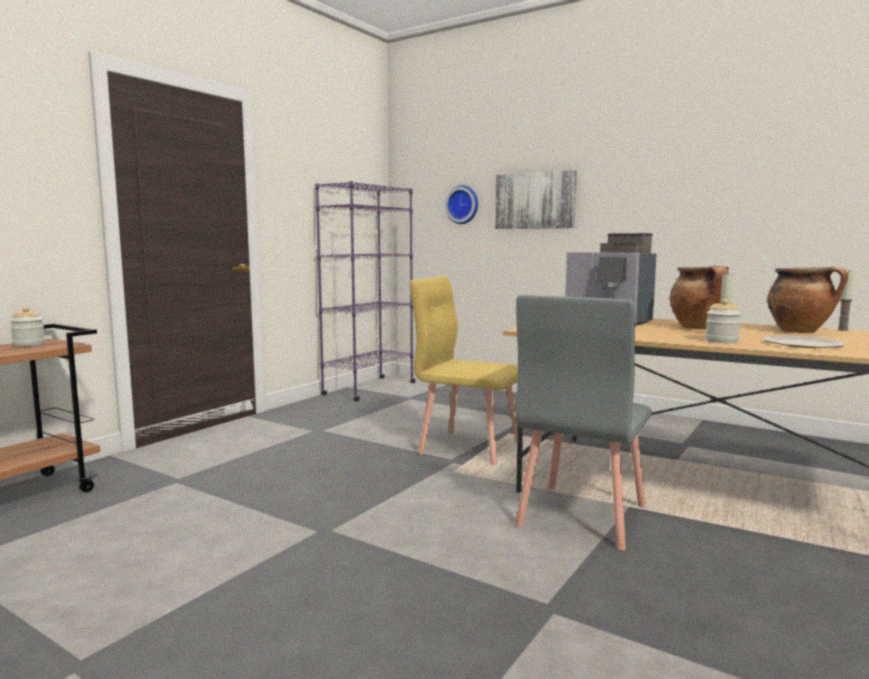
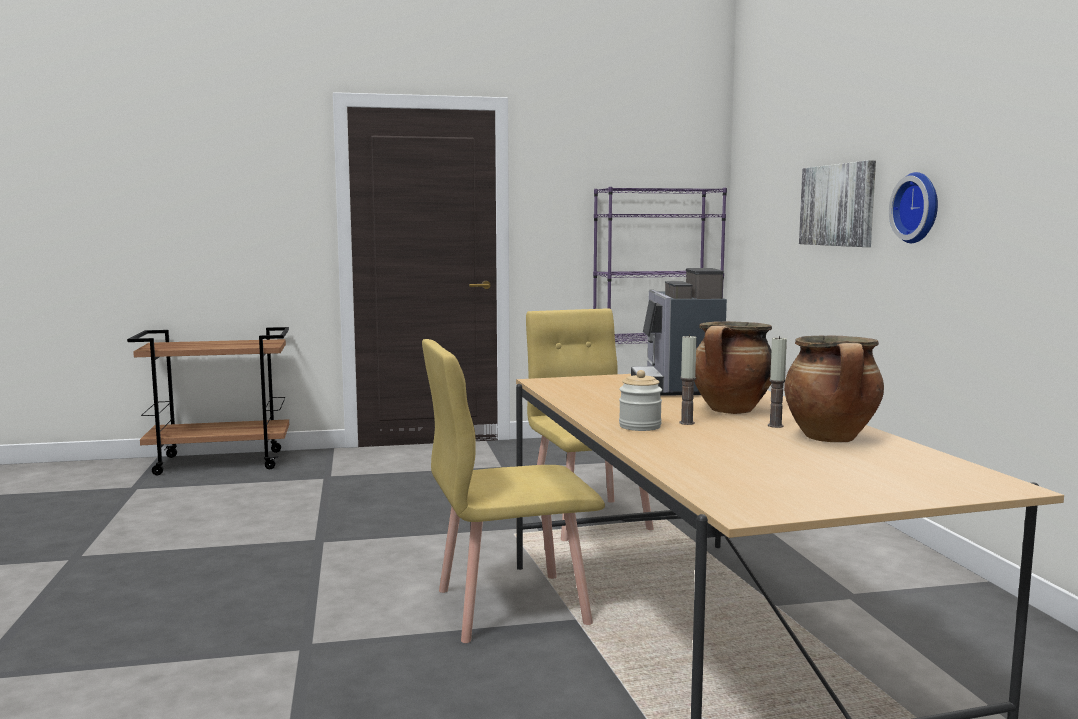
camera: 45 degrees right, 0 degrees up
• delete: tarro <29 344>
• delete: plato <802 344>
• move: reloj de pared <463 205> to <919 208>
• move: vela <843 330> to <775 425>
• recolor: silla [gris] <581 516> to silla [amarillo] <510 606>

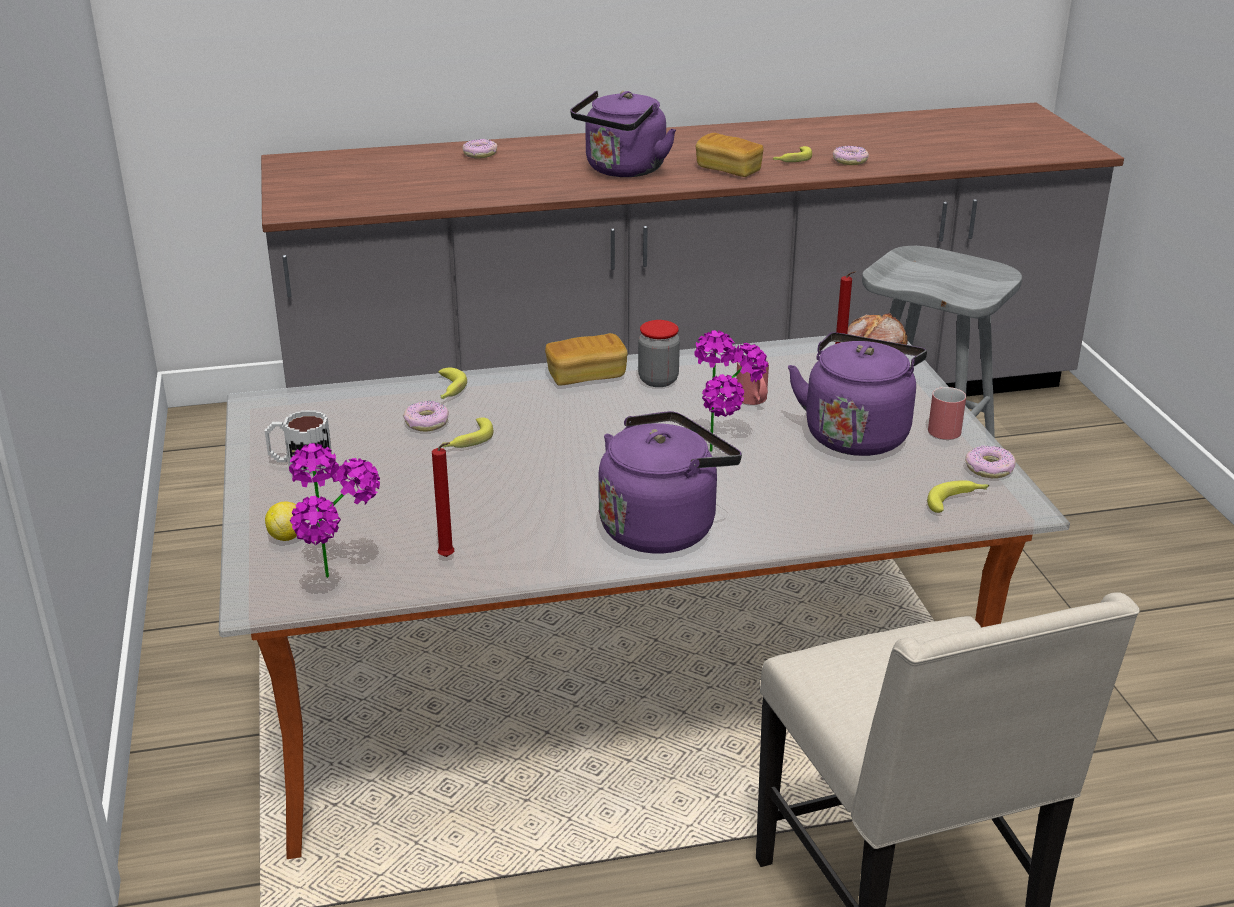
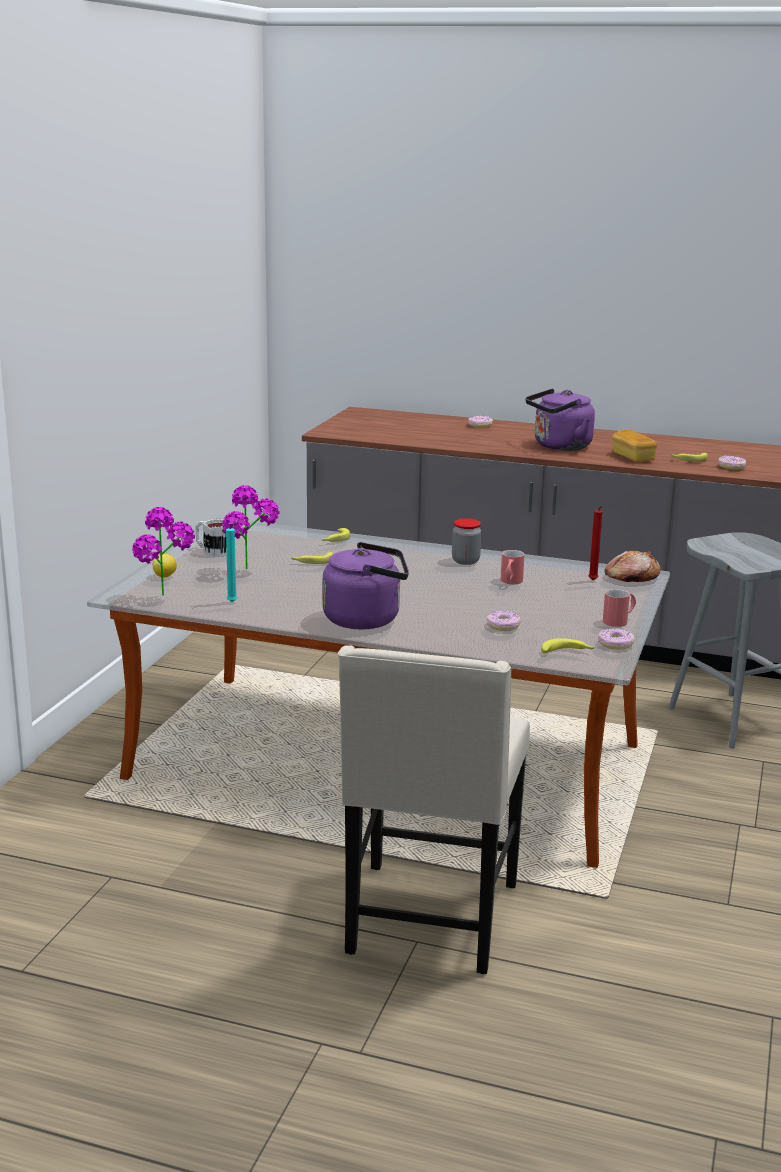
camera: 30 degrees right, 10 degrees down
• delete: pan <586 376>
• delete: hervidor [morado] <857 433>
• move: rosquilla <426 423> to <503 626>
• move: planta en maceta <726 454> to <251 572>
• recolor: vela [rojo] <448 557> to vela [turquesa] <232 603>

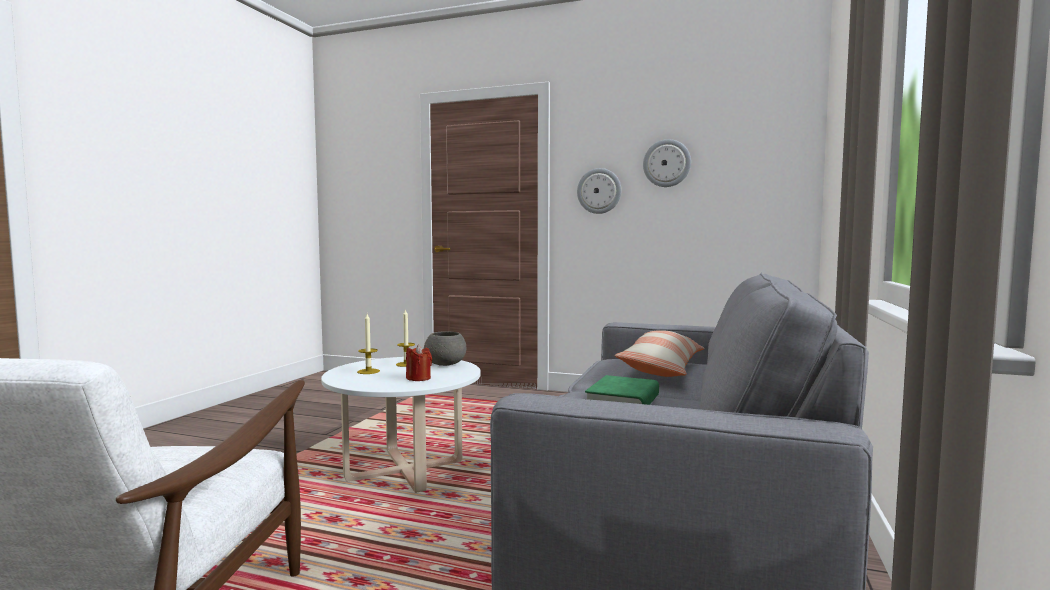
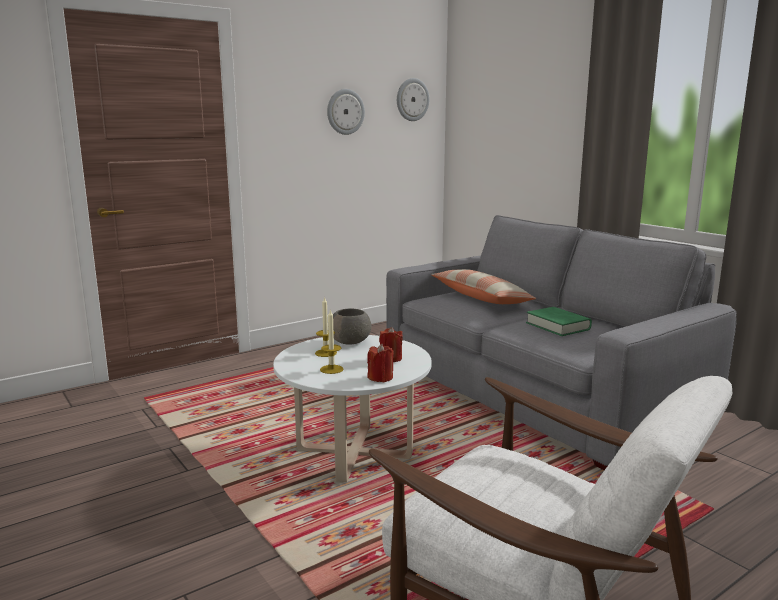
camera: 55 degrees left, 10 degrees up
• insert: vela [rojo] <380 378>
• move: reloj de pared <599 191> to <412 99>

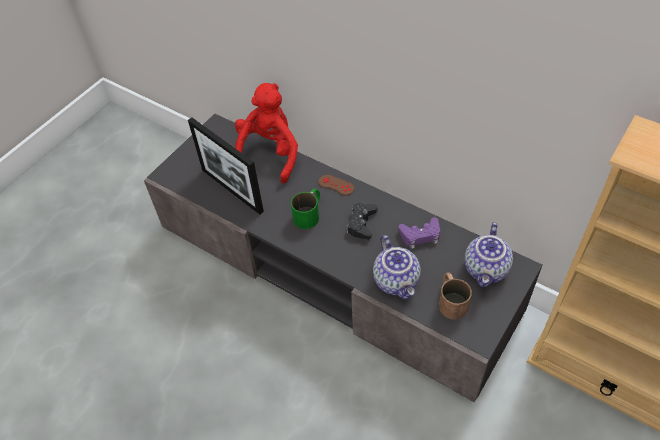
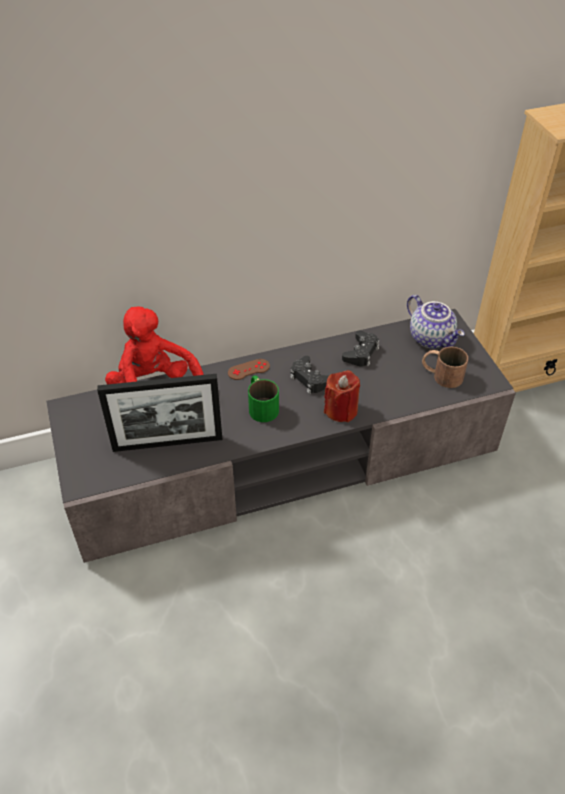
camera: 55 degrees left, 5 degrees down
• delete: tetera <397 281>
• insert: vela [rojo] <341 410>
• recolor: mando de consola [morado] <420 235> to mando de consola [negro] <361 353>

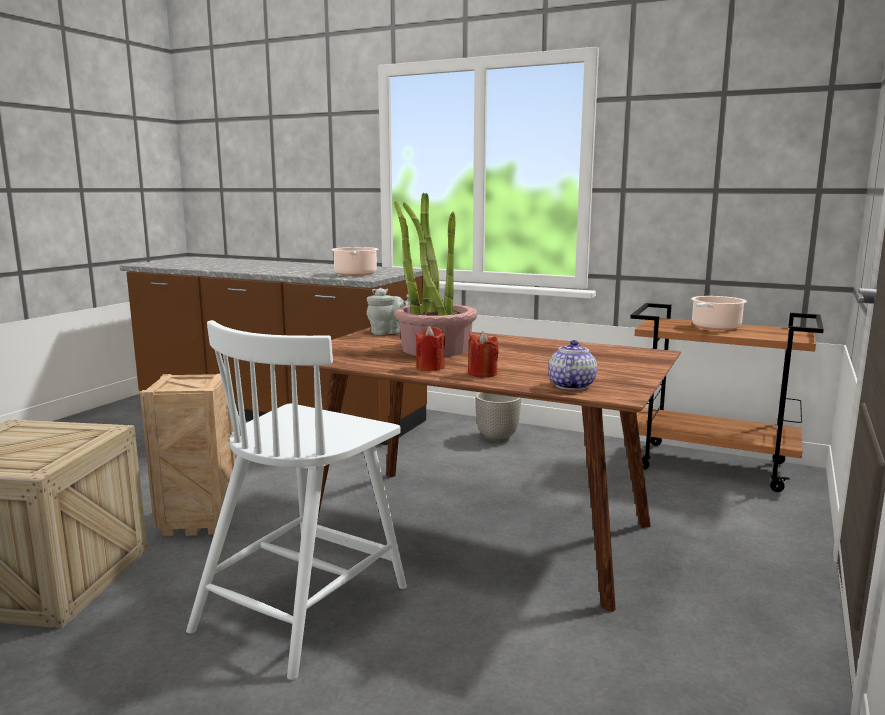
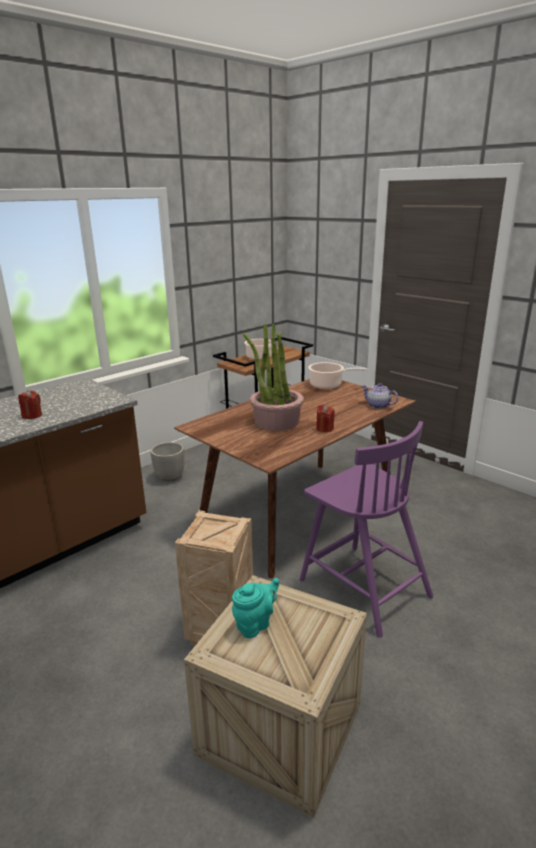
camera: 70 degrees left, 10 degrees up
• delete: tetera [gris] <387 333>
• insert: tetera [turquesa] <255 624>
• move: olla <355 274> to <328 385>
• move: vela [rojo] <482 373> to <32 415>
• recolor: silla [blanco] <304 605> to silla [morado] <362 586>

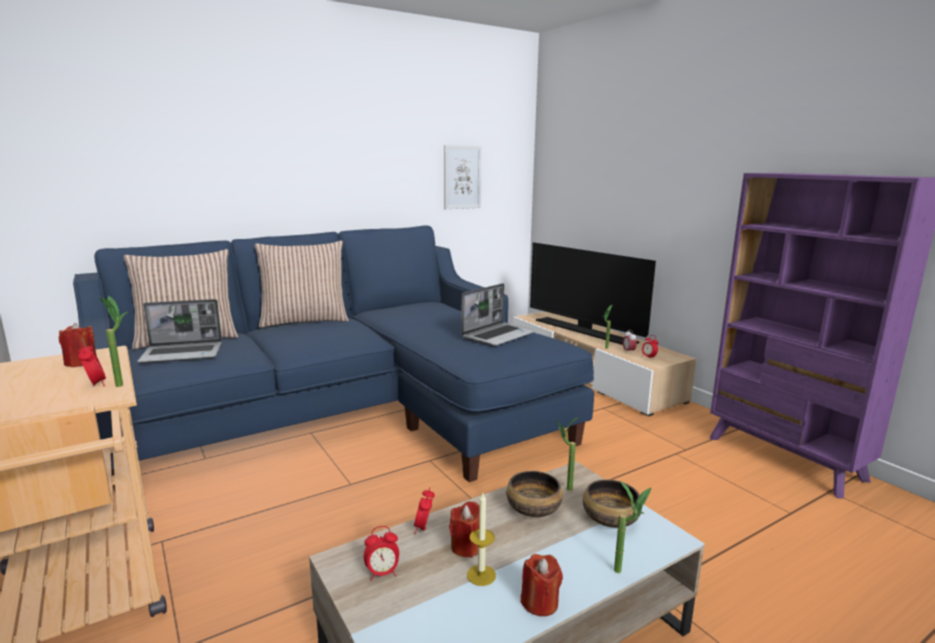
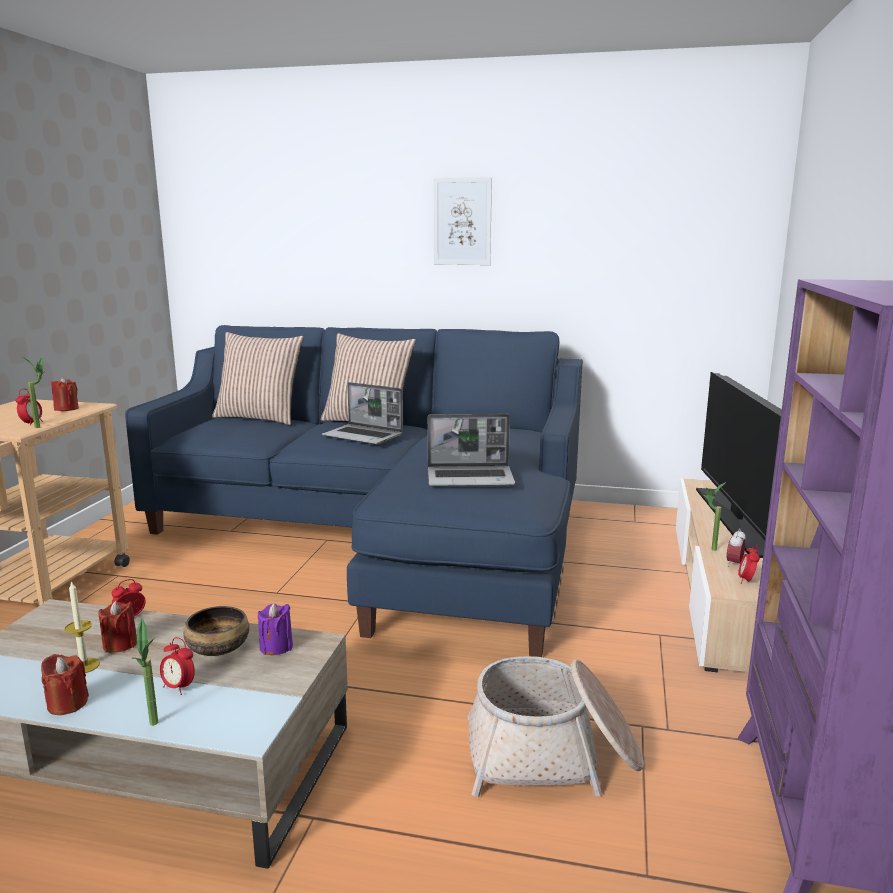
camera: 45 degrees right, 0 degrees up
• delete: cuenco <610 518>
• insert: cesta <552 755>
• move: portátil <183 353> to <364 436>
• move: despertador <382 573> to <179 687>
• move: cuadro <462 177> to <462 221>
• replace: planta en maceta <563 488> to vela [morado] <276 647>

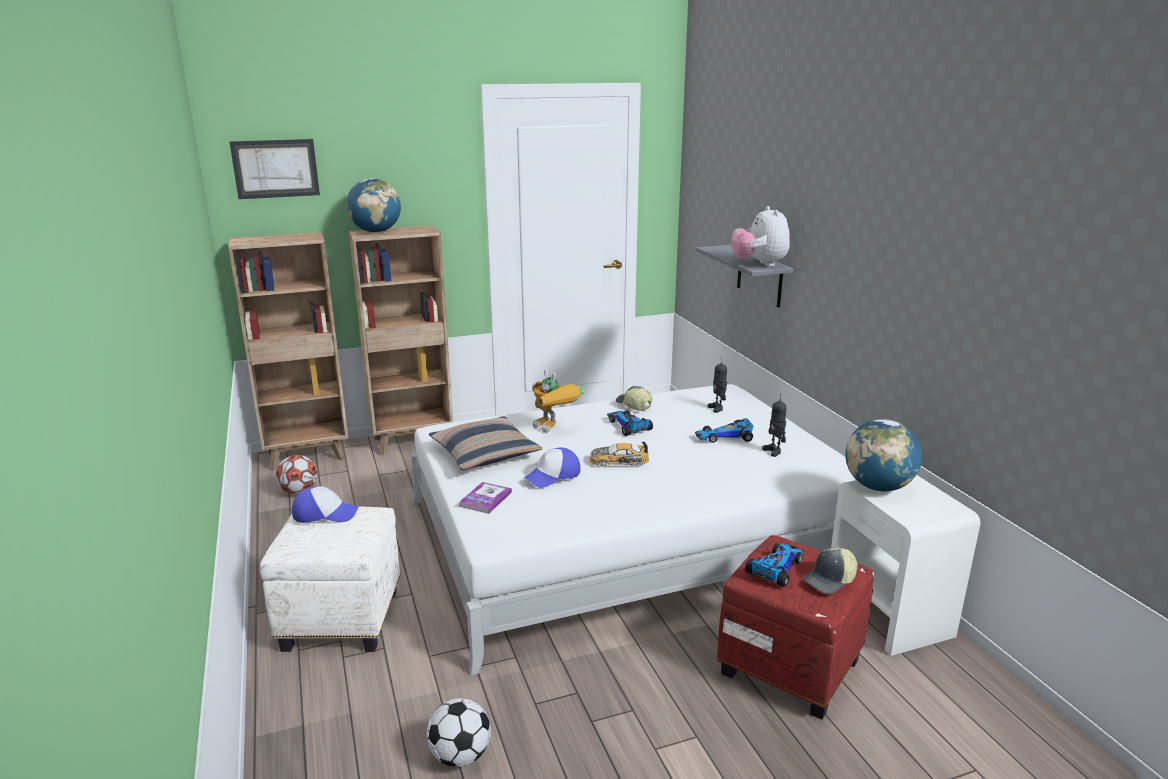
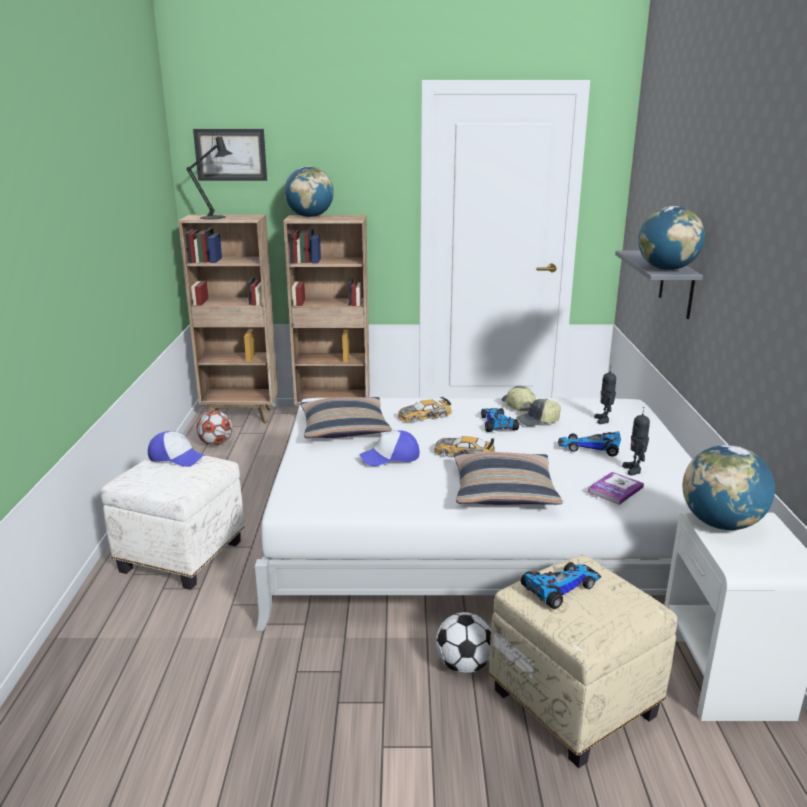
camera: 20 degrees right, 0 degrees up
• insert: lámpara de mesa [negro] <216 217>
• insert: cojín <503 491>
• move: balón de fútbol <460 756> to <463 665>
• move: libro <485 499> to <615 489>
• move: gorra <830 580> to <538 421>
• replace: robot de juguete <555 429> to coche de juguete <424 416>
• replace: peluche <759 264> to globo terráqueo <666 269>
• recolor: puf [rojo] <787 667> to puf [beis] <571 702>

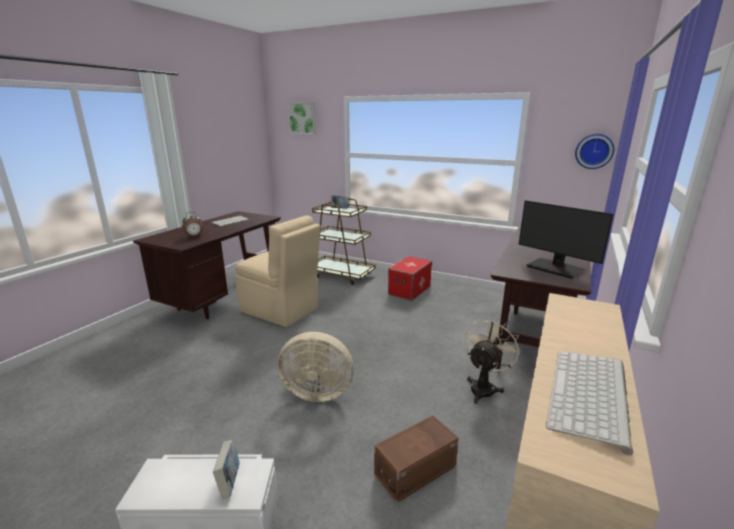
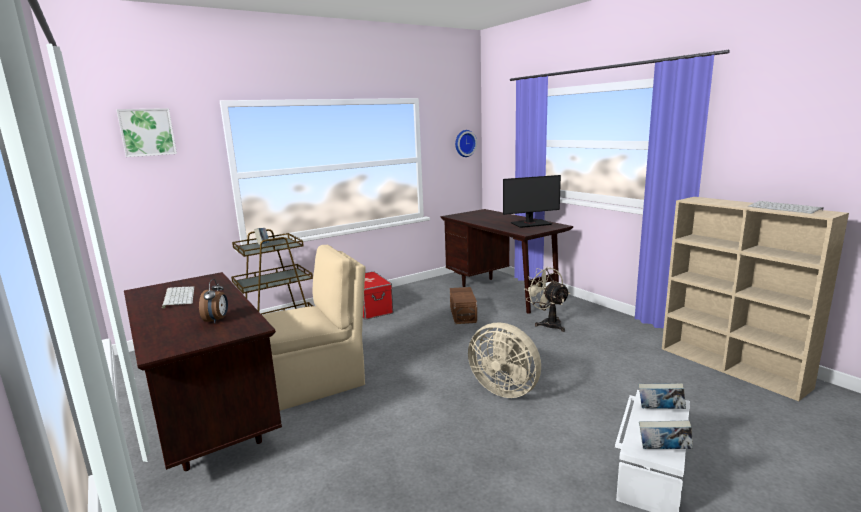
camera: 60 degrees left, 5 degrees down
• insert: libro <663 451>
• move: caja de almacenaje [marrón] <417 470> to <463 314>
• rotate: ventilador [beis] <316 392> = <505 389> 90 degrees clockwise

